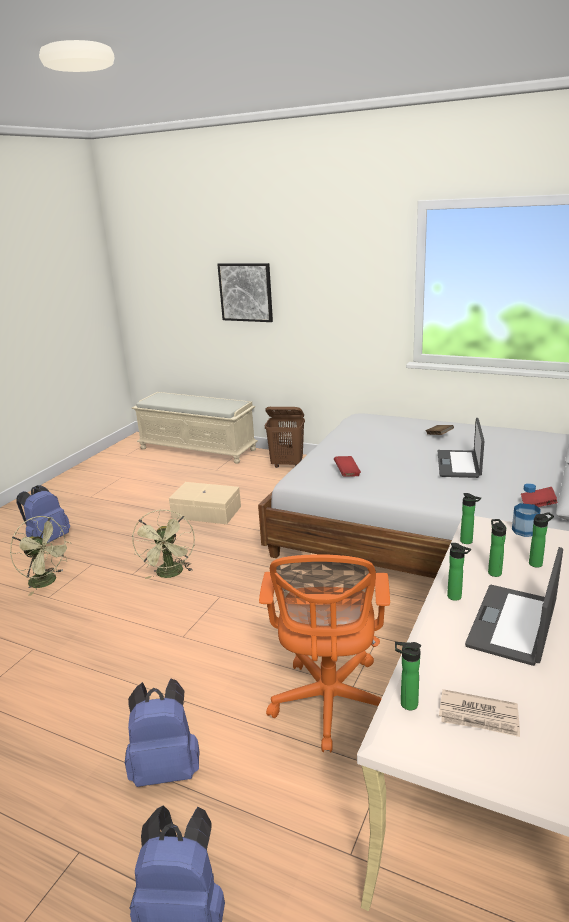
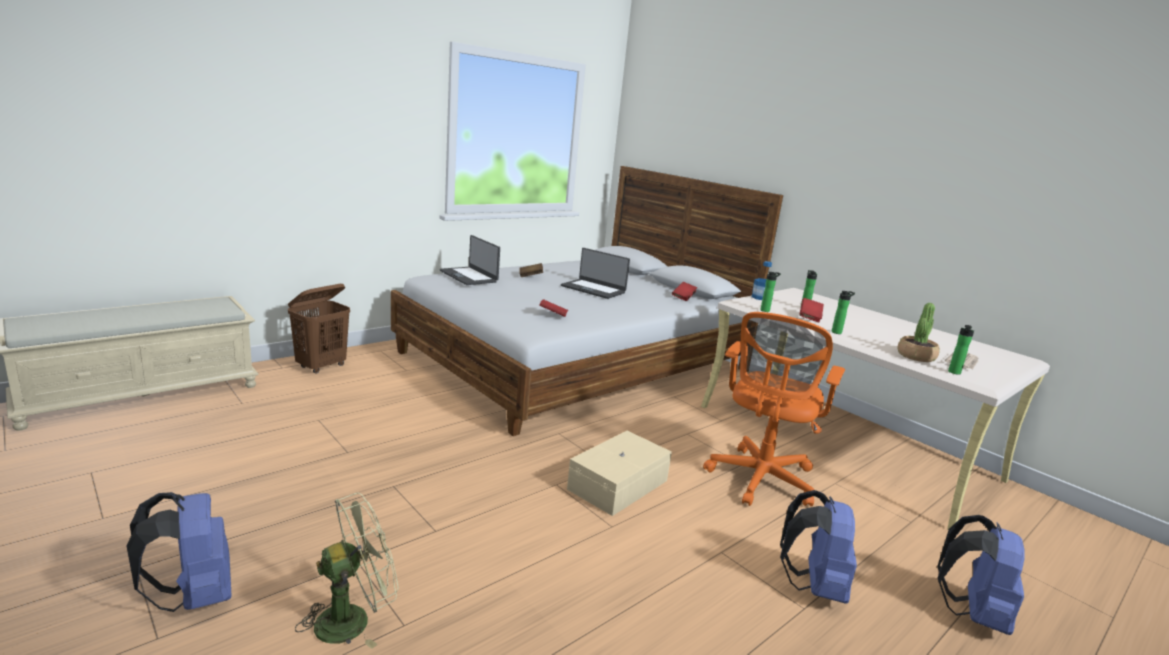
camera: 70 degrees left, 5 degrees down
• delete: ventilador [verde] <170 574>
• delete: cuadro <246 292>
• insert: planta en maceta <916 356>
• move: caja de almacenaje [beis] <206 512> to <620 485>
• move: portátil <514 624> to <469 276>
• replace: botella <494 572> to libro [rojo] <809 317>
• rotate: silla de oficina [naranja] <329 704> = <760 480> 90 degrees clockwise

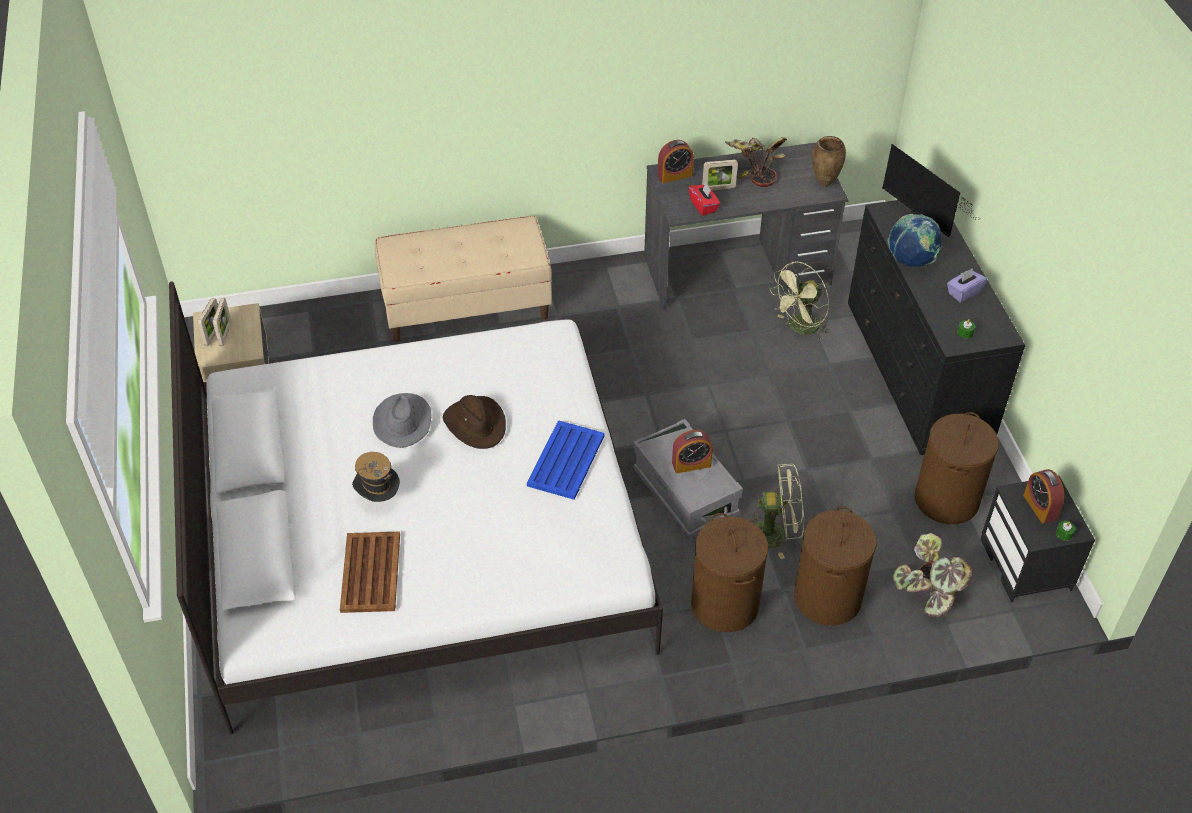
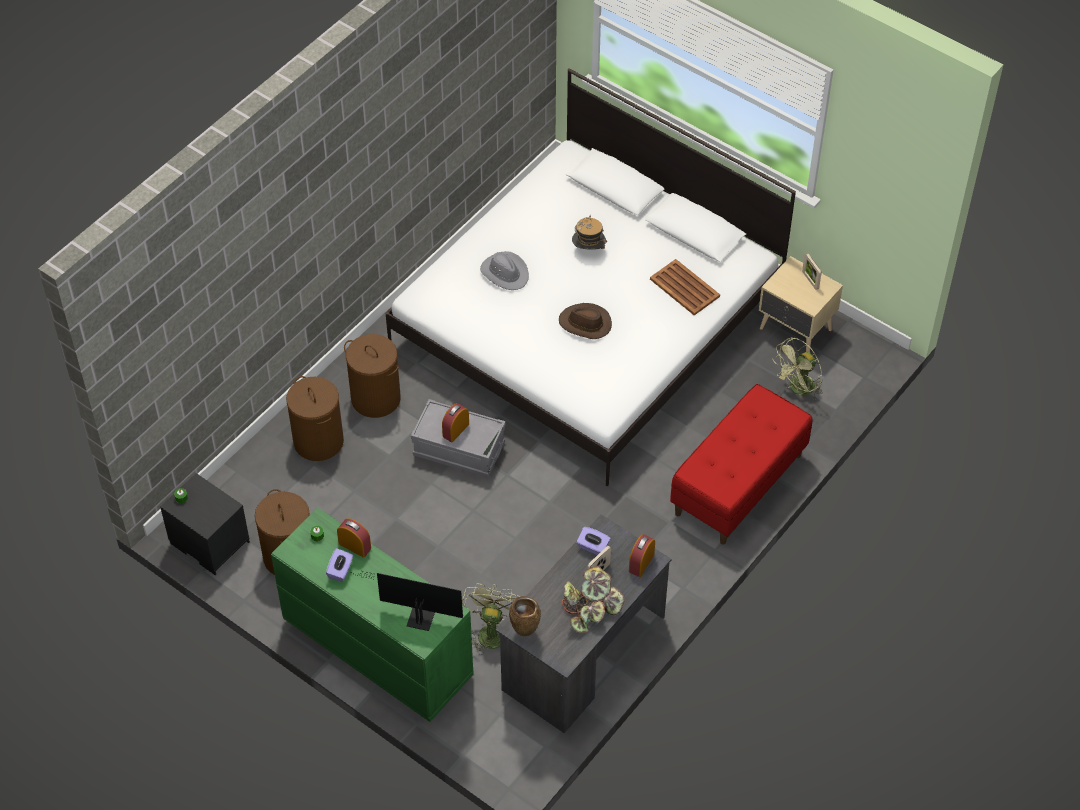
camera: 140 degrees right, 5 degrees up
• delete: portarretratos <225 334>
• delete: bandeja [azul] <565 461>
• delete: globo terráqueo <911 261>
• delete: planta en maceta <929 593>
• move: bandeja [marrón] <371 572> to <685 288>
• move: sombrero [gris] <402 421> to <505 272>
• move: ventilador [verde] <775 534> to <798 389>
• move: despertador <1040 507> to <354 546>
• recolor: banco [beis] <467 307> to banco [rojo] <738 485>
• recolor: caja de pañuelos [rojo] <703 206> to caja de pañuelos [morado] <593 547>
• recolor: cómoda [negro] <917 374> to cómoda [verde] <376 647>

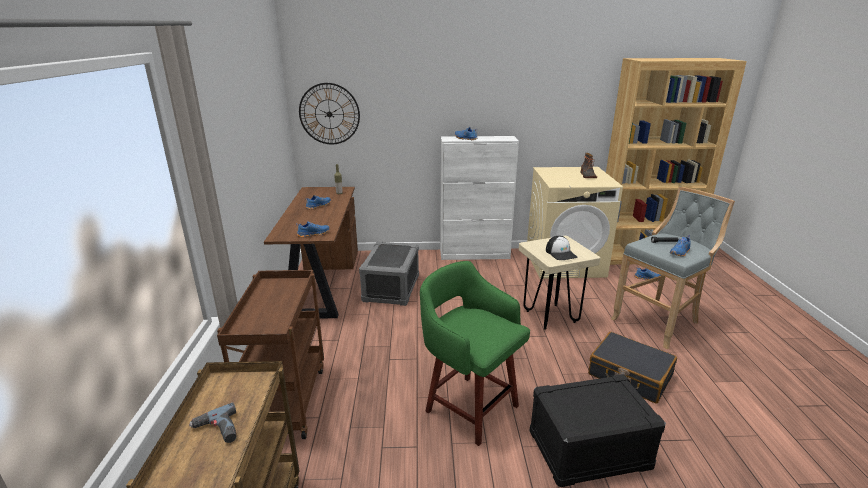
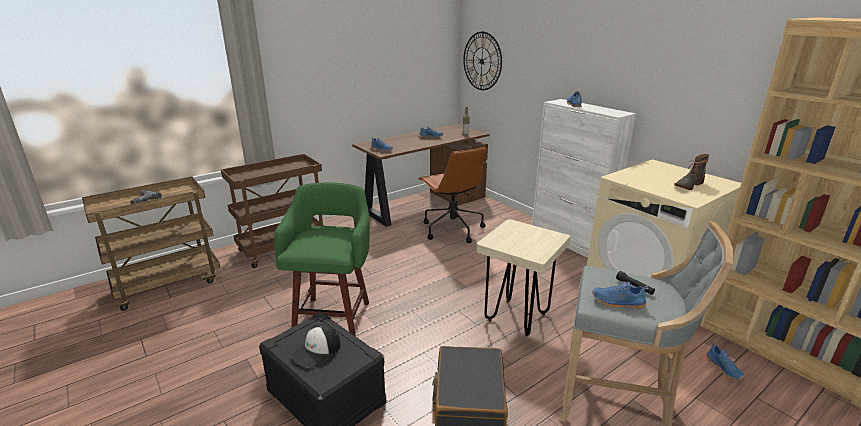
camera: 55 degrees right, 0 degrees up
• move: gorra <561 253> to <317 351>
• replace: caja de almacenaje [gris] <392 288> to silla de oficina [marrón] <452 229>

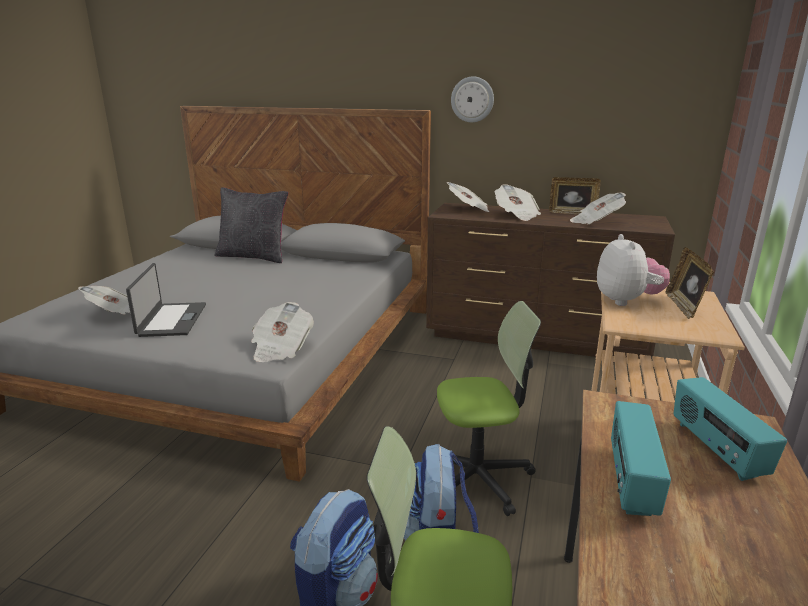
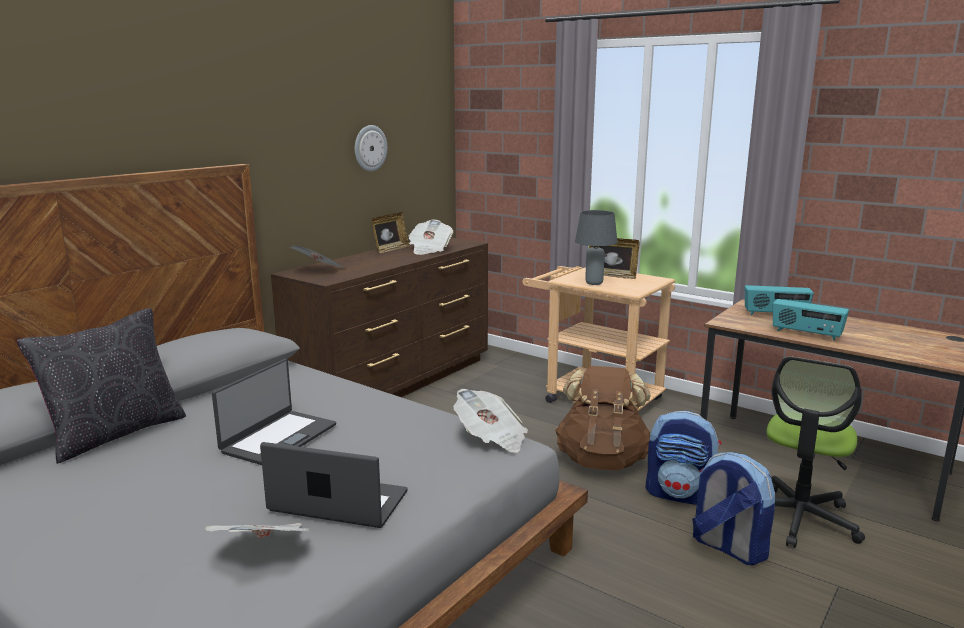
camera: 70 degrees left, 5 degrees down
• delete: periódico <516 215>
• insert: portátil <278 438>
• move: reloj de pared <472 99> to <370 148>
• replace: silla de oficina <478 477> to mochila [marrón] <602 460>
• replace: peluche <626 301> to lámpara de mesa [gris] <593 283>

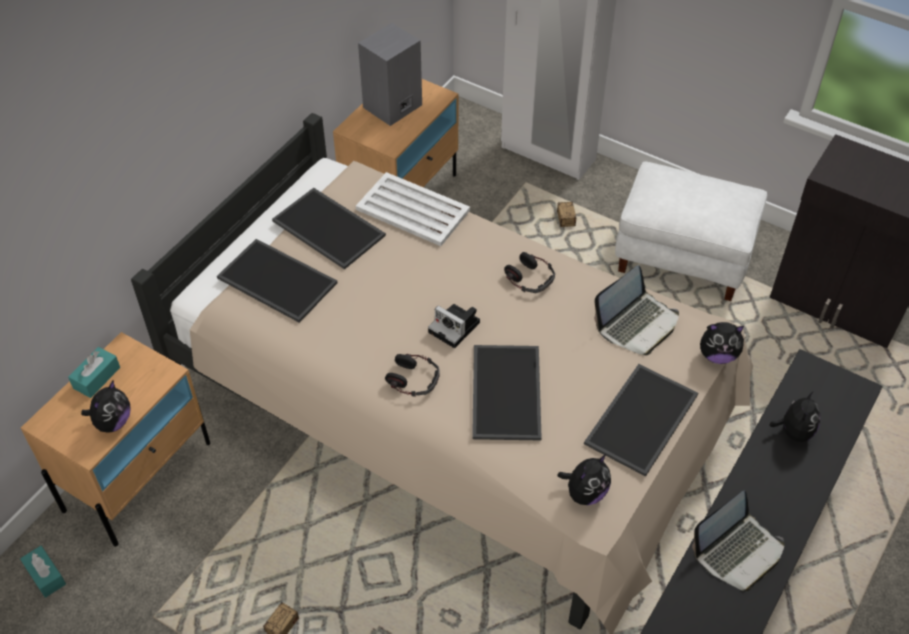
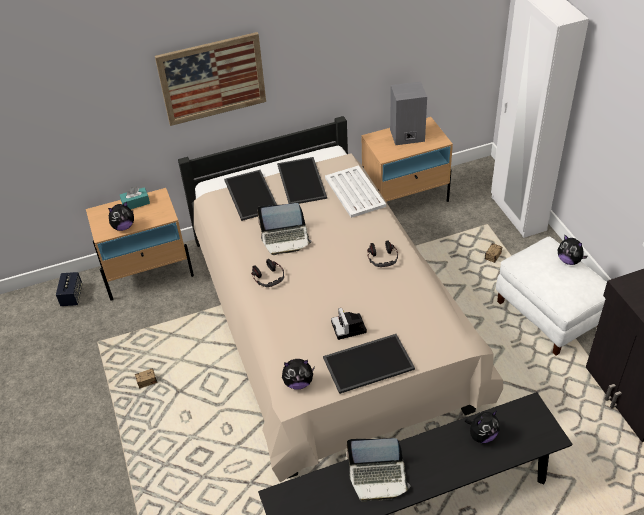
camera: 40 degrees right, 5 degrees down
• delete: bandeja <504 391>
• insert: cuadro <212 79>
• move: cámara <456 328> to <349 328>
• move: portátil <637 324> to <285 239>
• move: peluche <717 355> to <569 260>
• replace: caja de pañuelos [turquesa] <45 575> to altavoz <72 296>

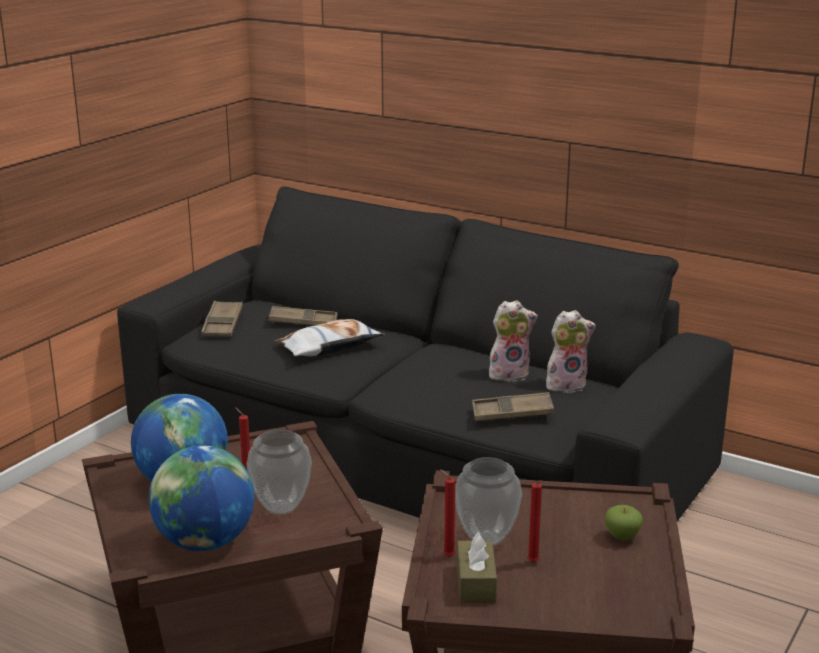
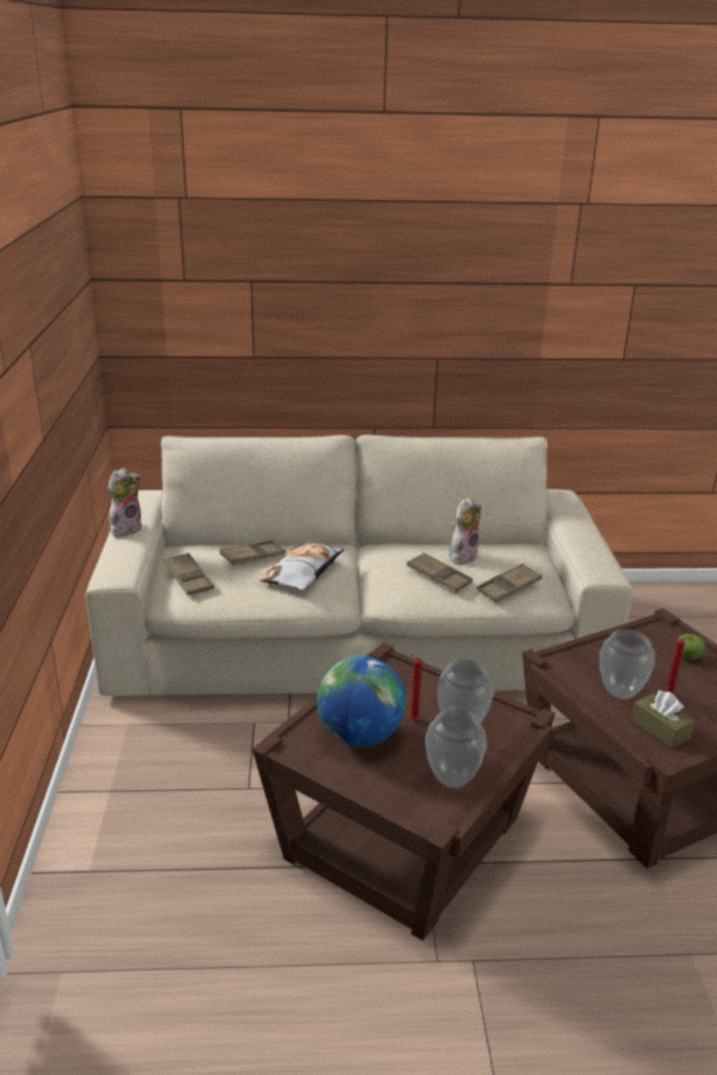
camera: 35 degrees left, 5 degrees up
• delete: vela [rojo] <447 556>
• insert: bandeja [marrón] <439 577>
• move: peluche <566 385> to <126 528>
• replace: globo terráqueo <205 542> to florero <451 780>
• recolor: sofá [negro] <410 453> to sofá [beis] <356 641>

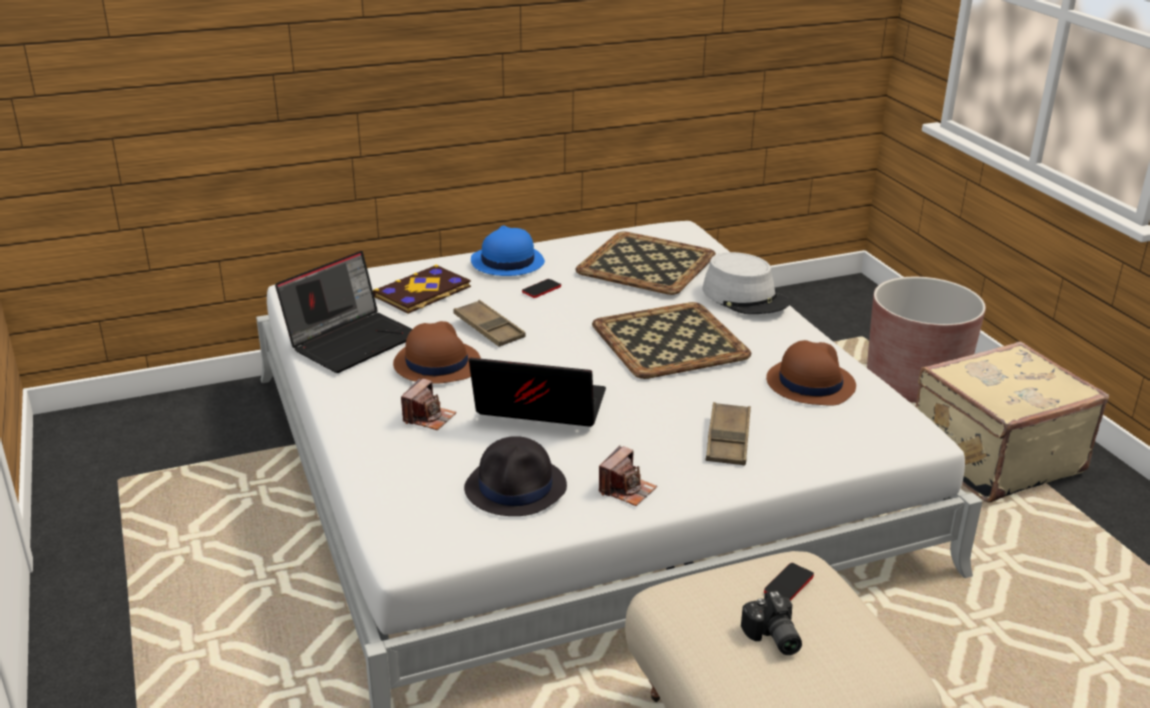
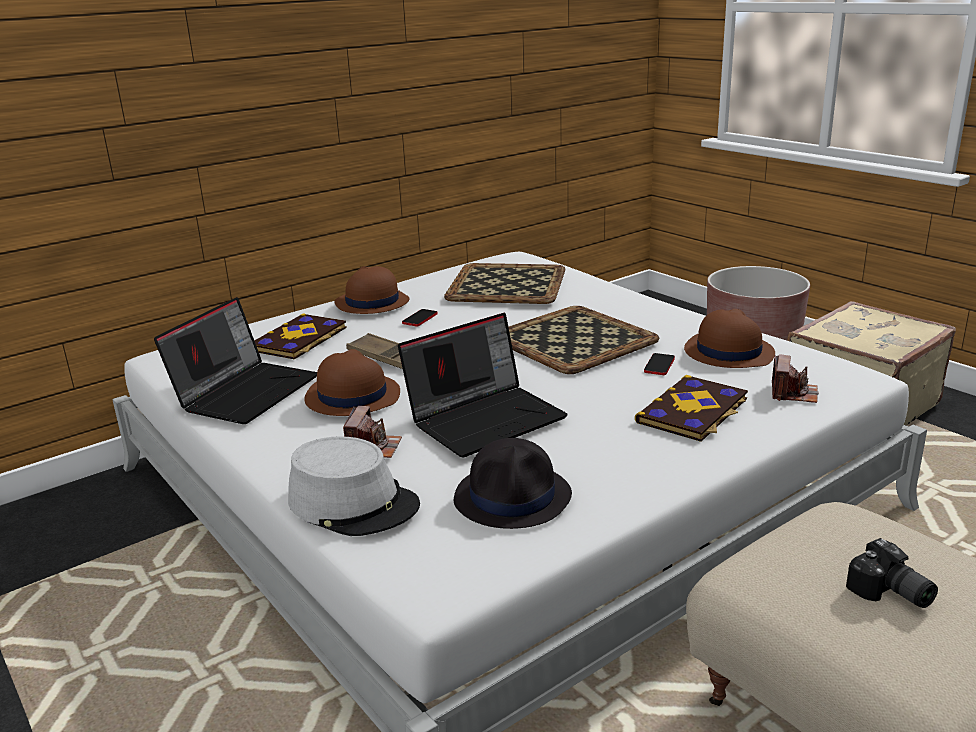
camera: 15 degrees left, 5 degrees down
• move: cámara <627 490> to <793 393>
• move: sombrero [gris] <745 297> to <353 503>
• move: móvil <789 584> to <659 365>
• replace: bandeja [marrón] <728 440> to libro <694 411>
• recolor: sombrero [azul] <507 262> to sombrero [marrón] <371 303>
• rotate: portátil <537 409> = <486 418> 150 degrees clockwise

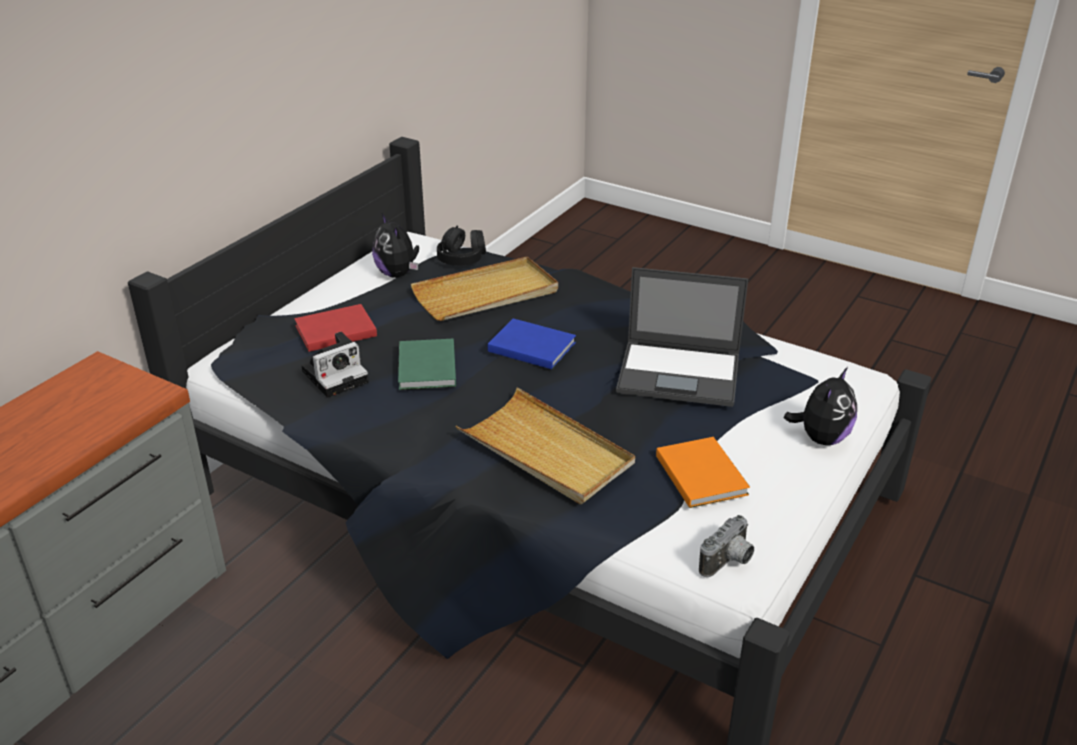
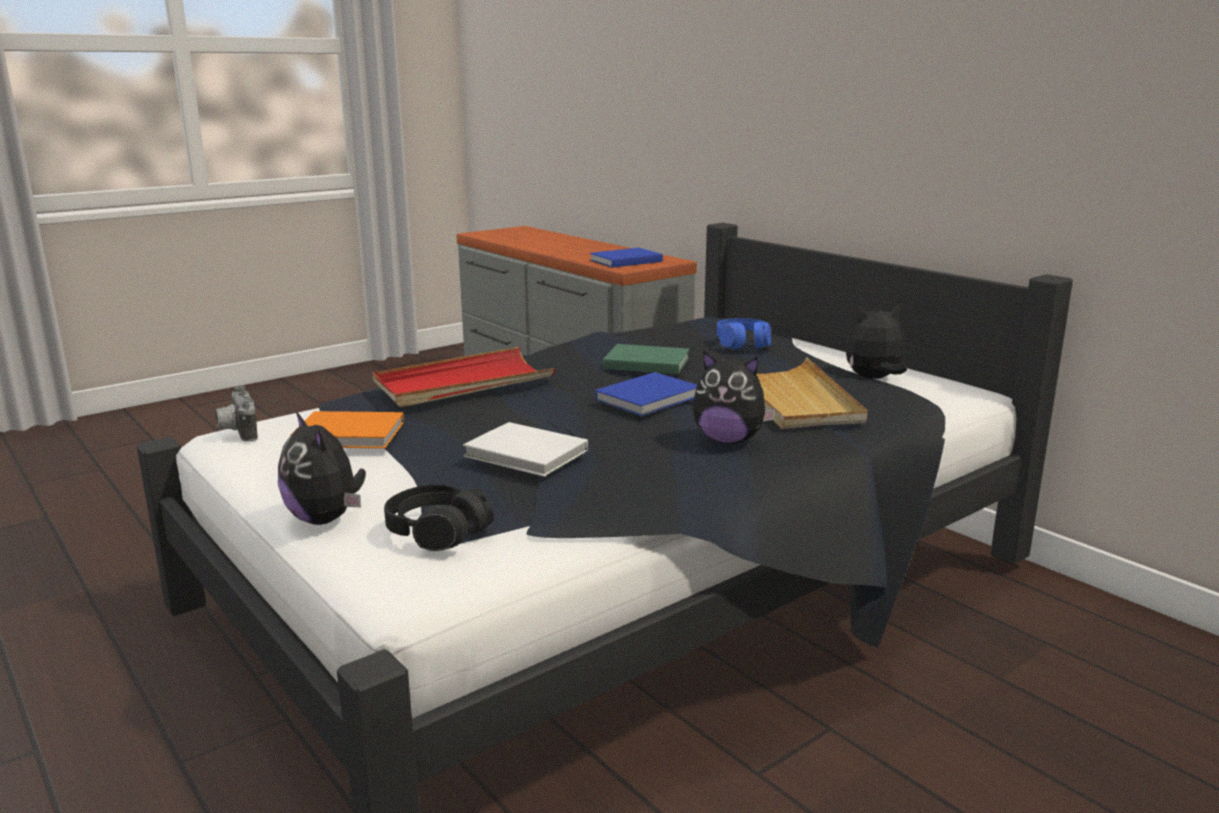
camera: 110 degrees right, 15 degrees down
• delete: cámara <337 375>
• insert: libro [azul] <624 261>
• insert: peluche <729 440>
• move: auriculares [negro] <462 258> to <437 532>
• replace: libro [rojo] <333 331> to auriculares [azul] <743 344>
• replace: portátil <680 374> to libro [blanco] <527 455>
• recolor: bandeja [beis] <546 451> to bandeja [rojo] <463 383>

